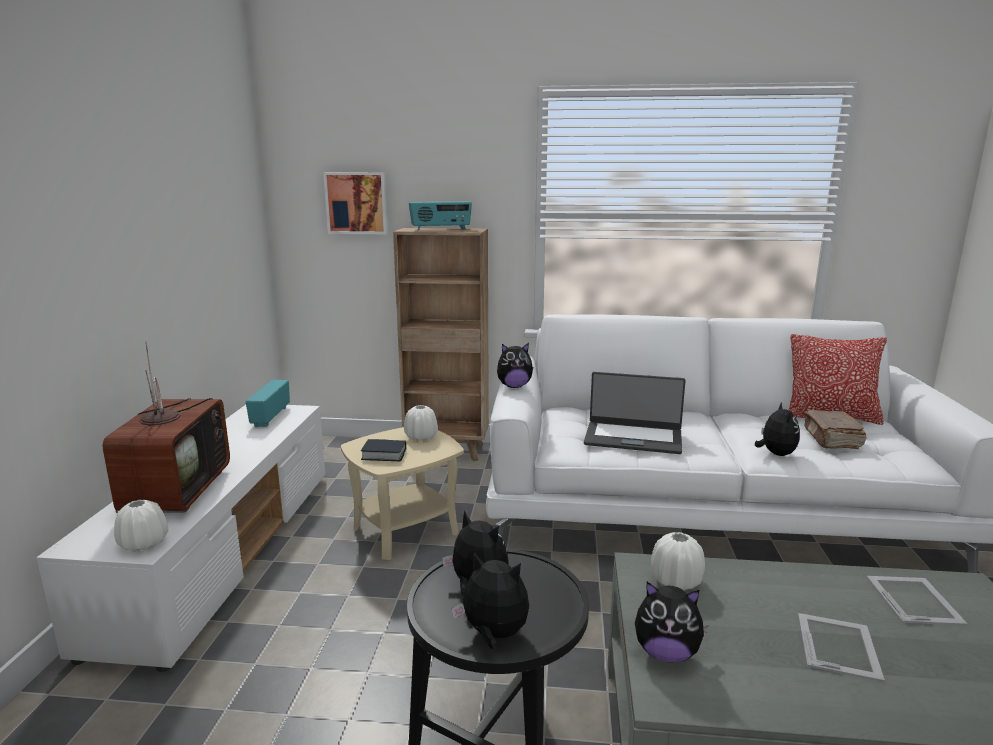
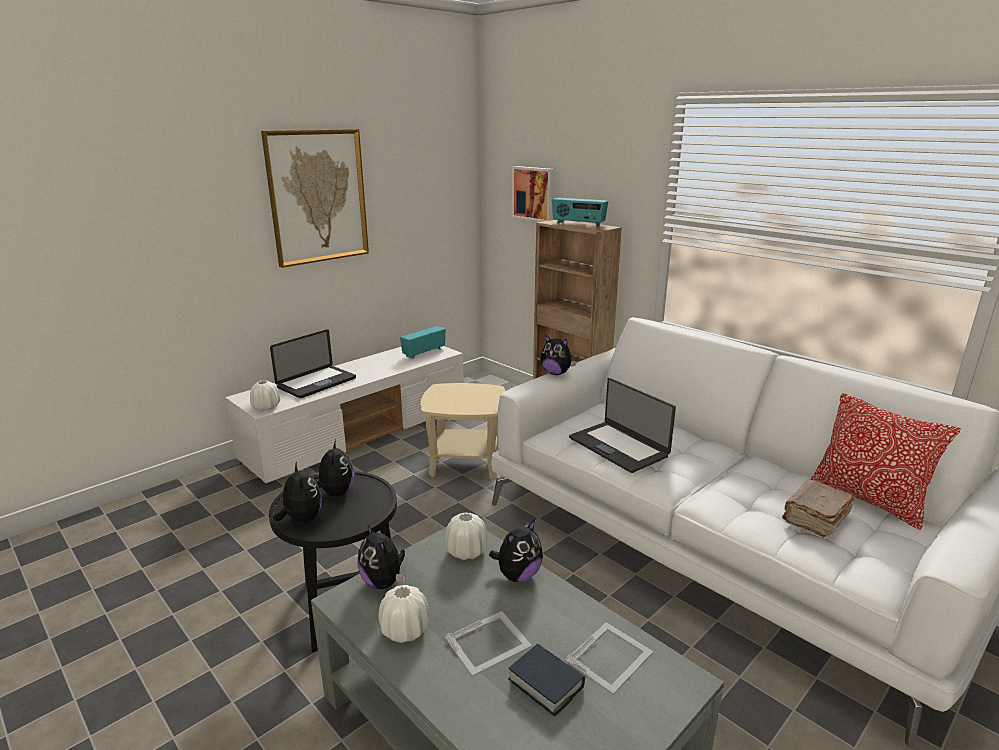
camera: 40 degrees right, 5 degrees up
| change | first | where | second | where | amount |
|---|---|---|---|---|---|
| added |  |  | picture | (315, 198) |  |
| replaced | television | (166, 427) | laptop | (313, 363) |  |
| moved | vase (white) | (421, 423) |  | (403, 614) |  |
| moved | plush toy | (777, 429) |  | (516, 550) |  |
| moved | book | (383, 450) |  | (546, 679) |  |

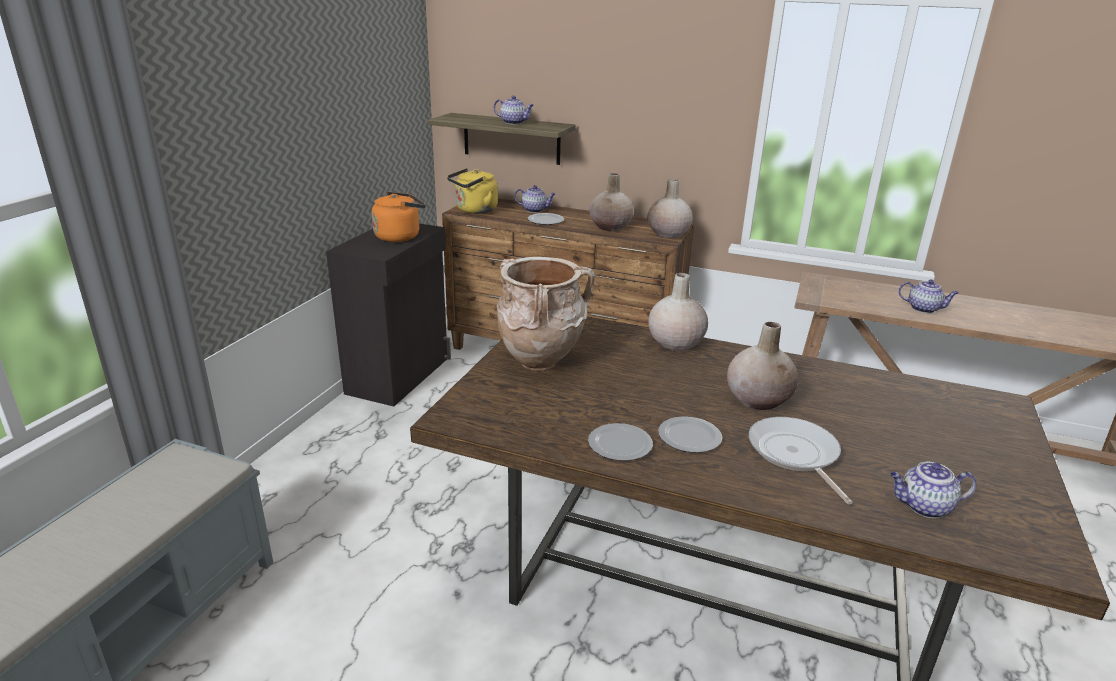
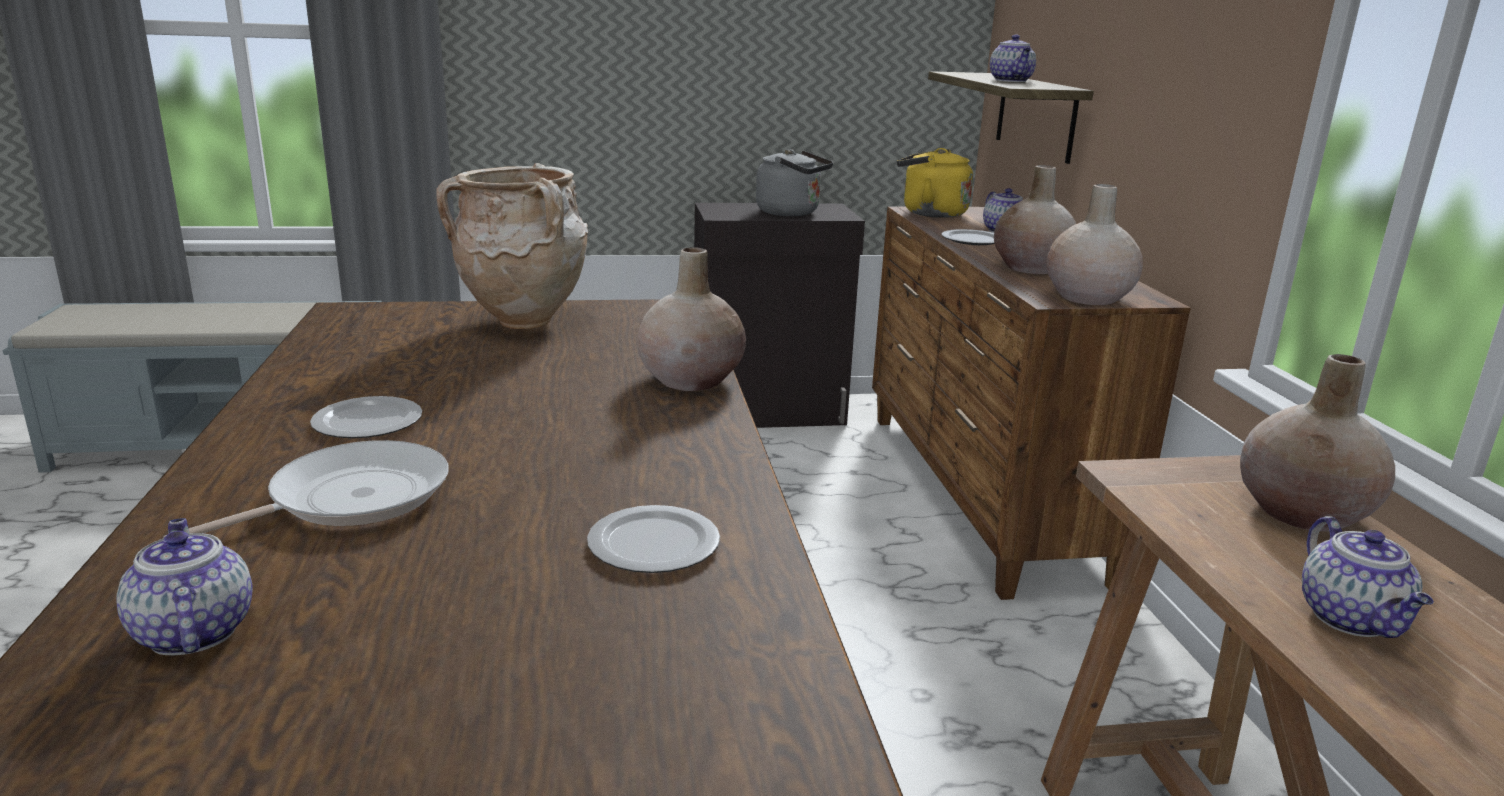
camera: 60 degrees right, 5 degrees down
| change | first | where | second | where | amount |
|---|---|---|---|---|---|
| moved | plate | (620, 442) |  | (653, 539) |  |
| recoloured | kettle (orange) | (399, 217) | kettle (grey) | (794, 182) |  |
| moved | vase (beige) | (762, 366) |  | (1317, 443) |  |

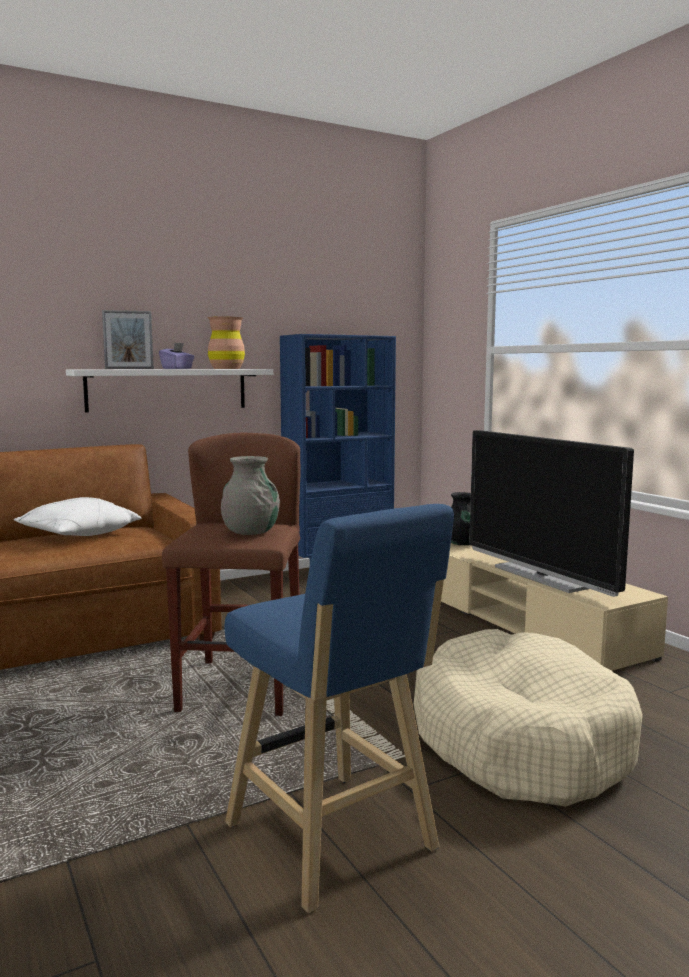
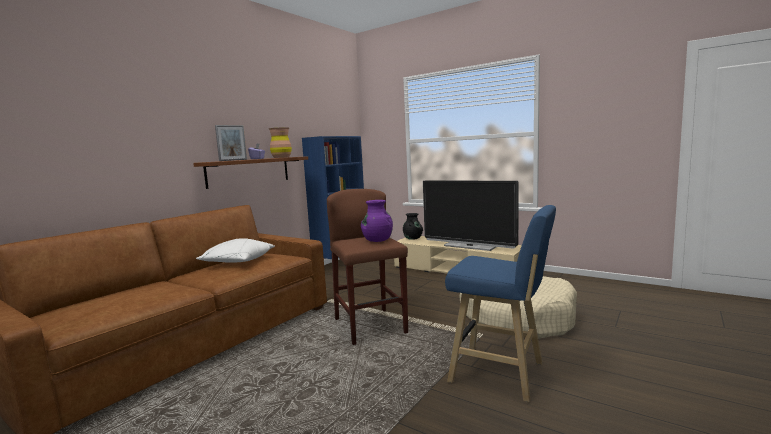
camera: 25 degrees left, 0 degrees up
| change | first | where | second | where | amount |
|---|---|---|---|---|---|
| recoloured | shelf (white) | (169, 390) | shelf (brown) | (250, 172) |  |
| recoloured | vase (grey) | (250, 495) | vase (purple) | (377, 221) |  |

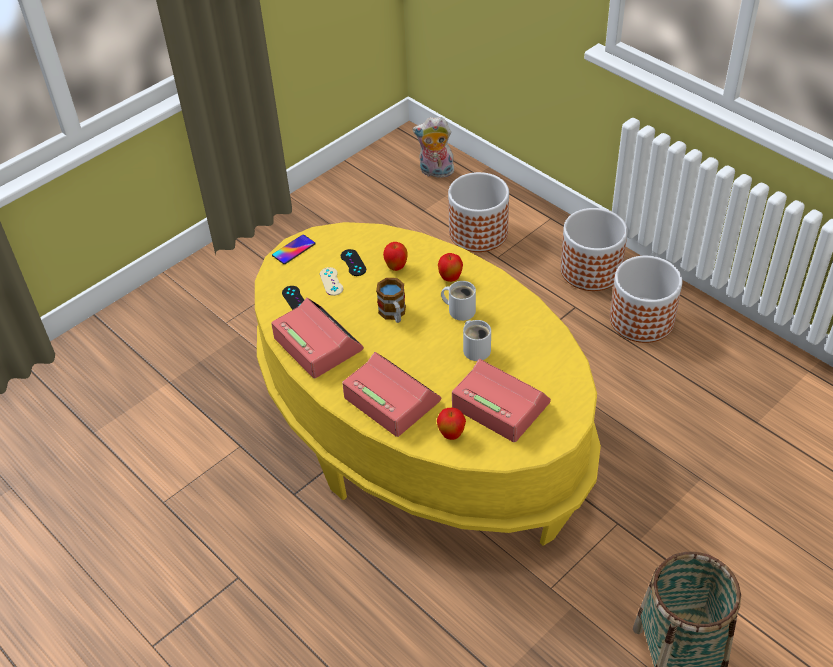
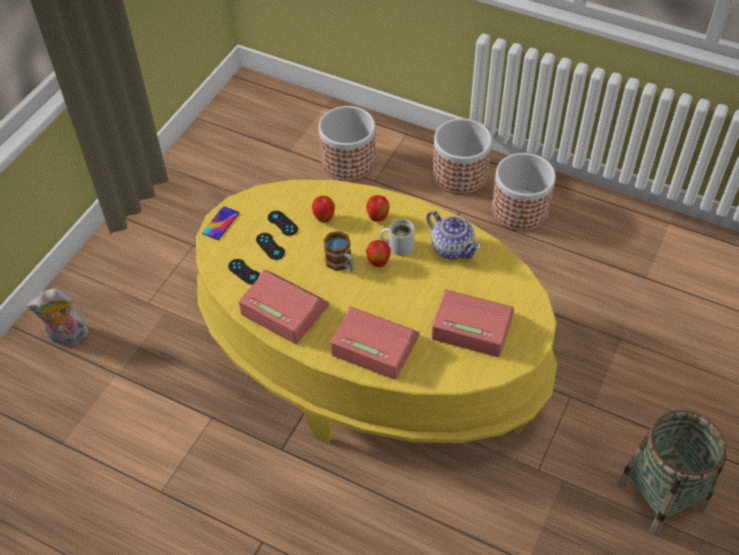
camera: 20 degrees left, 5 degrees up
| change | first | where | second | where | amount |
|---|---|---|---|---|---|
| moved | plush toy | (433, 148) |  | (57, 316) |  |
| recoloured | game controller (beige) | (331, 281) | game controller (black) | (270, 246) |  |
| moved | apple | (451, 424) |  | (378, 253) |  |
| added |  |  | teapot | (454, 235) |  |
| removed | mug (white) | (477, 340) |  |  |  |

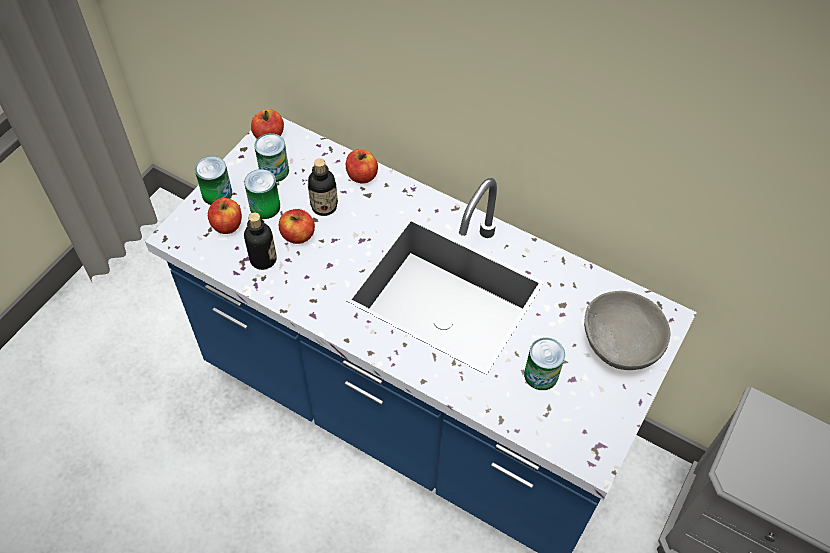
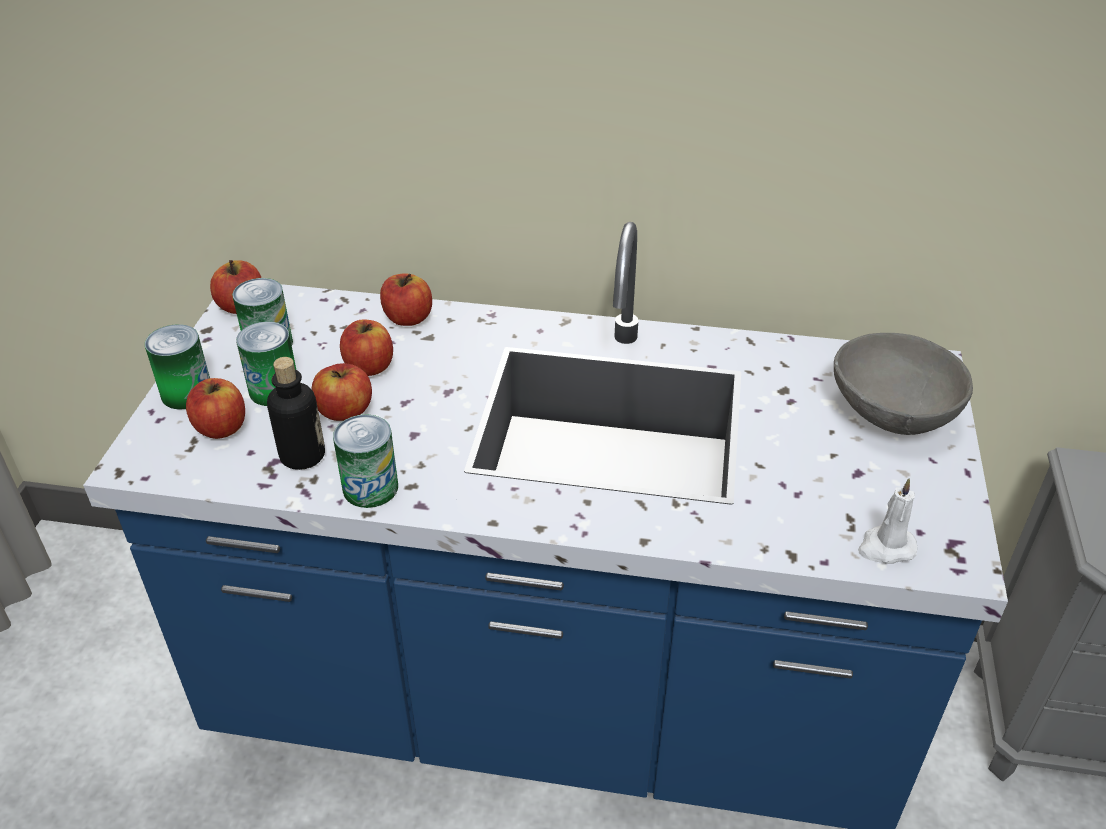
camera: 20 degrees left, 15 degrees down
| change | first | where | second | where | amount |
|---|---|---|---|---|---|
| moved | can | (544, 364) |  | (365, 461) |  |
| replaced | bottle | (323, 187) | apple | (366, 347) |  |
| added |  |  | candle (white) | (887, 521) |  |

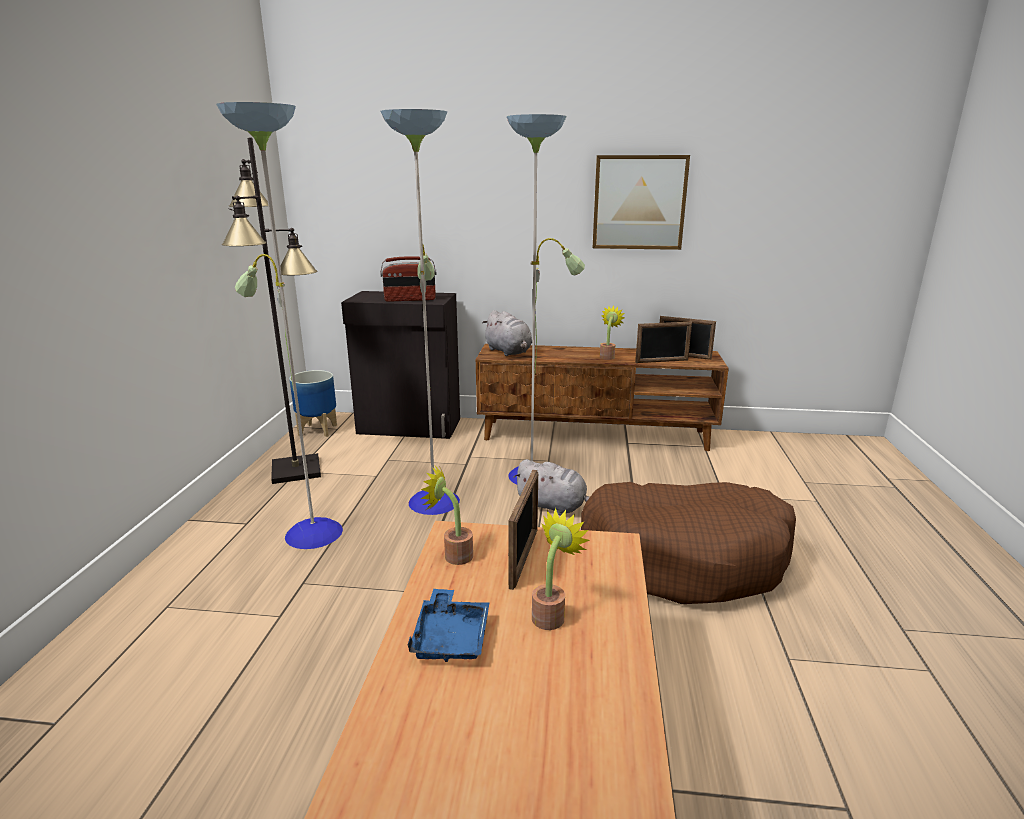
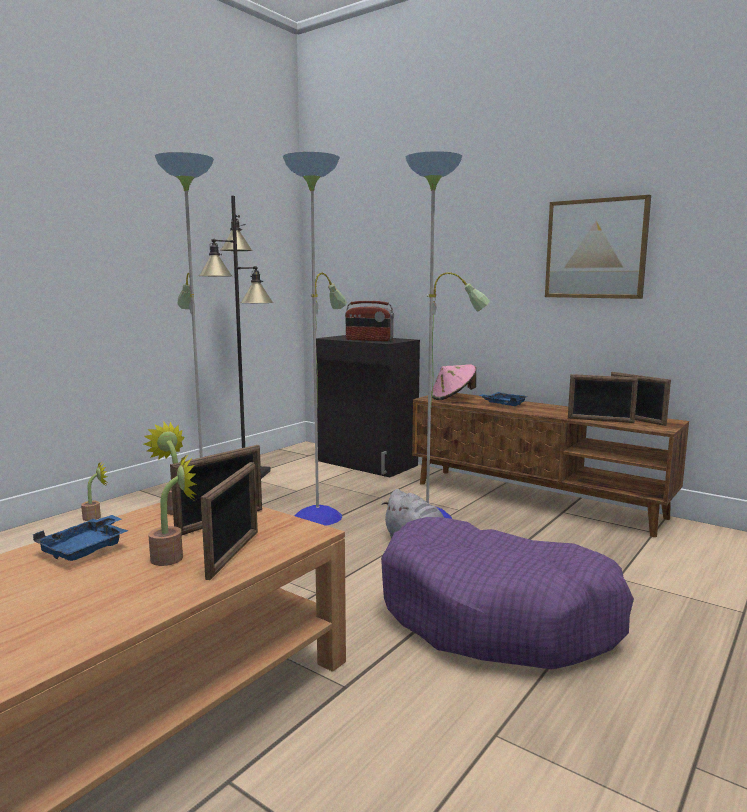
camera: 30 degrees right, 10 degrees down
| change | first | where | second | where | amount |
|---|---|---|---|---|---|
| moved | potted plant | (612, 333) |  | (94, 491) |  |
| added |  |  | picture frame | (229, 521) |  |
| recoloured | dog bed (brown) | (688, 543) | dog bed (purple) | (507, 593) |  |
| replaced | plush toy (grey) | (507, 333) | hat (pink) | (453, 382) |  |
| added |  |  | tray (blue) | (503, 399) |  |
| removed | planter | (313, 403) |  |  |  |

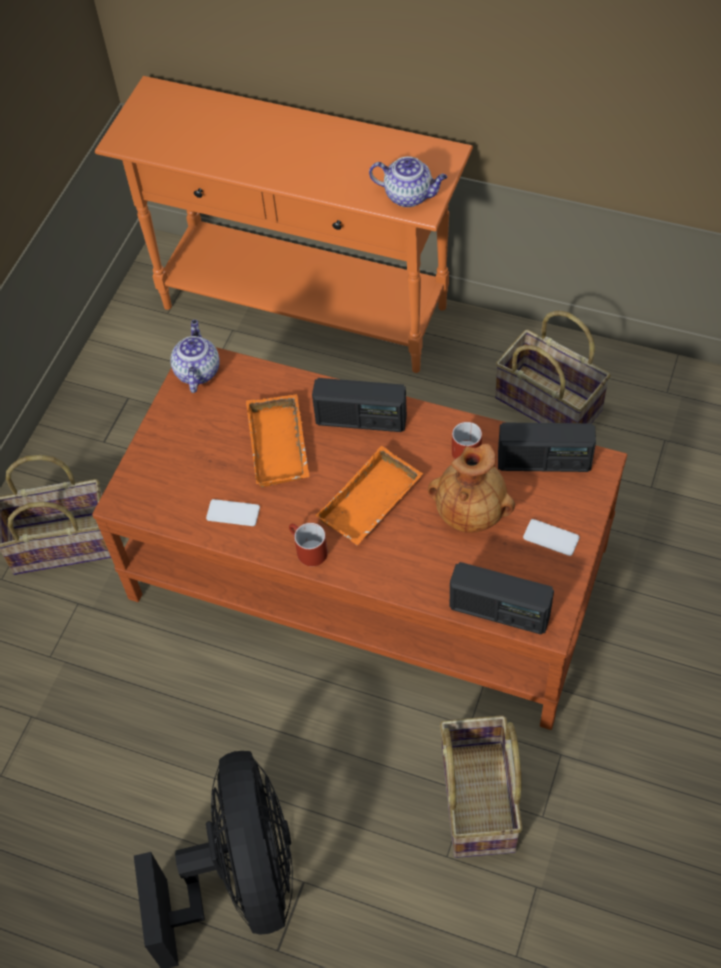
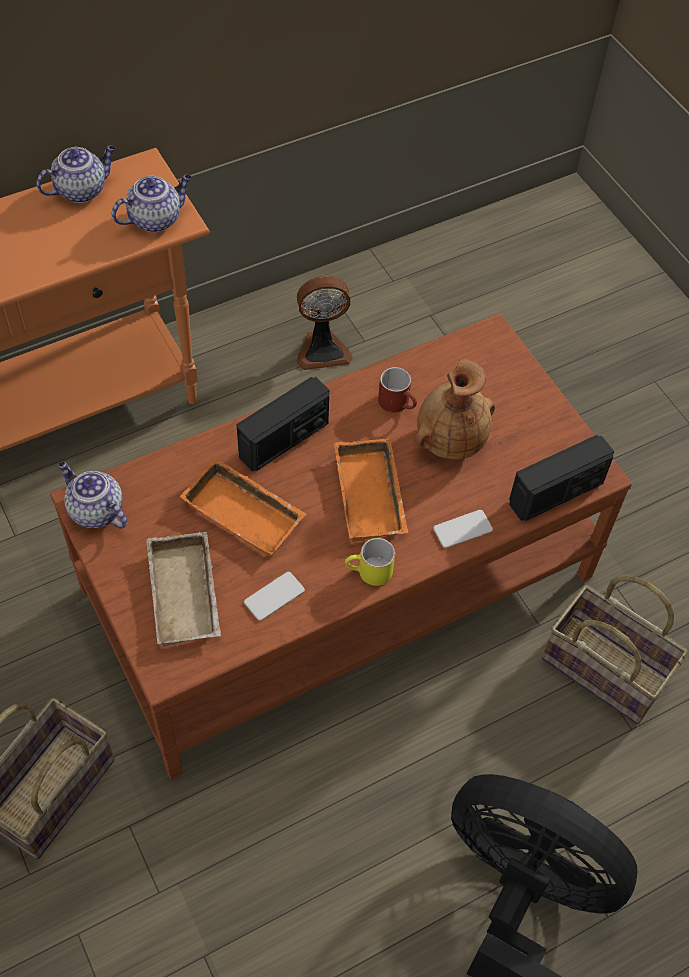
camera: 55 degrees left, 0 degrees up
| change | first | where | second | where | amount |
|---|---|---|---|---|---|
| added |  |  | teapot | (76, 174) |  |
| added |  |  | tray (beige) | (183, 589) |  |
| replaced | basket | (553, 367) | fan | (325, 323) |  |
| recoloured | mug (red) | (308, 544) | mug (yellow) | (370, 562) |  |
| moved | phone | (551, 537) |  | (463, 529) |  |
| removed | radio | (547, 447) |  |  |  |

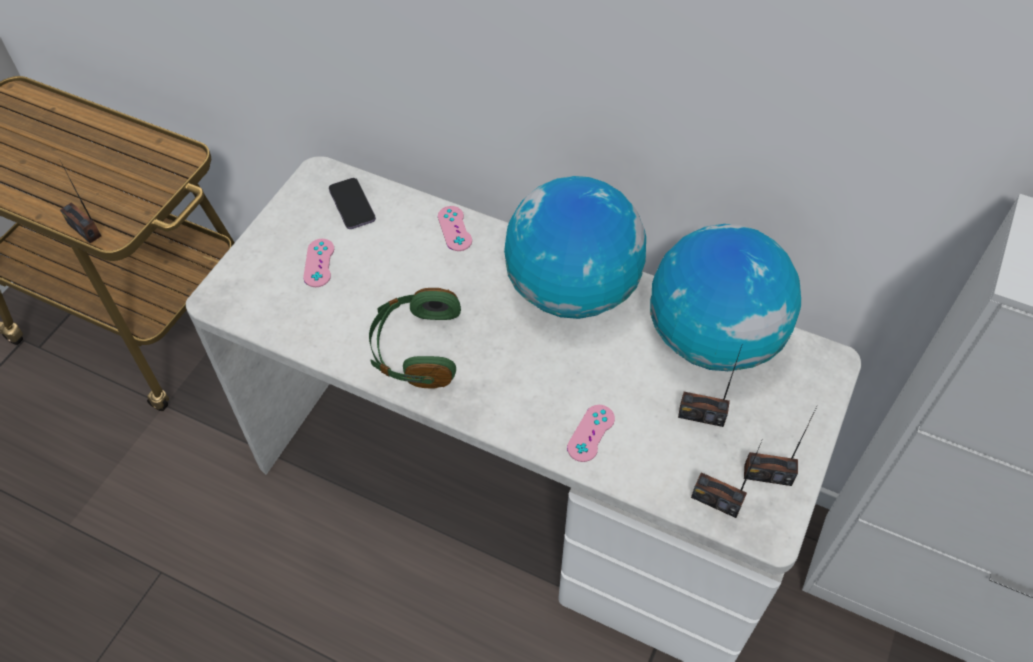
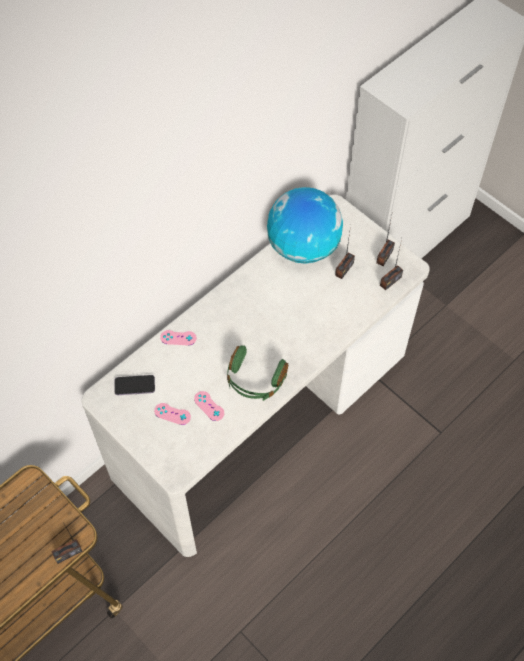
camera: 70 degrees left, 5 degrees up
| change | first | where | second | where | amount |
|---|---|---|---|---|---|
| moved | game controller (pink) | (591, 433) |  | (209, 406) |  |
| removed | globe | (575, 247) |  |  |  |

